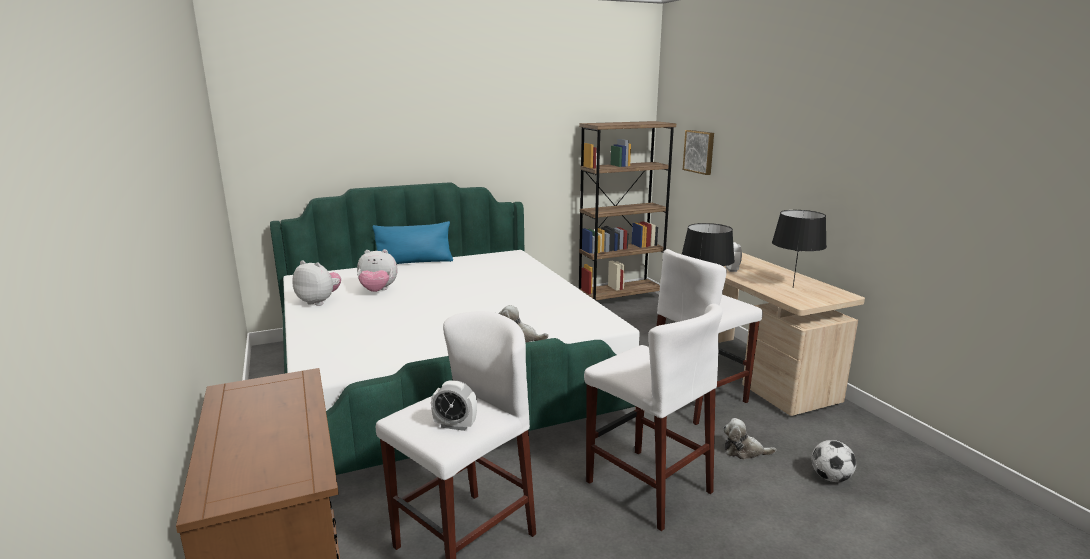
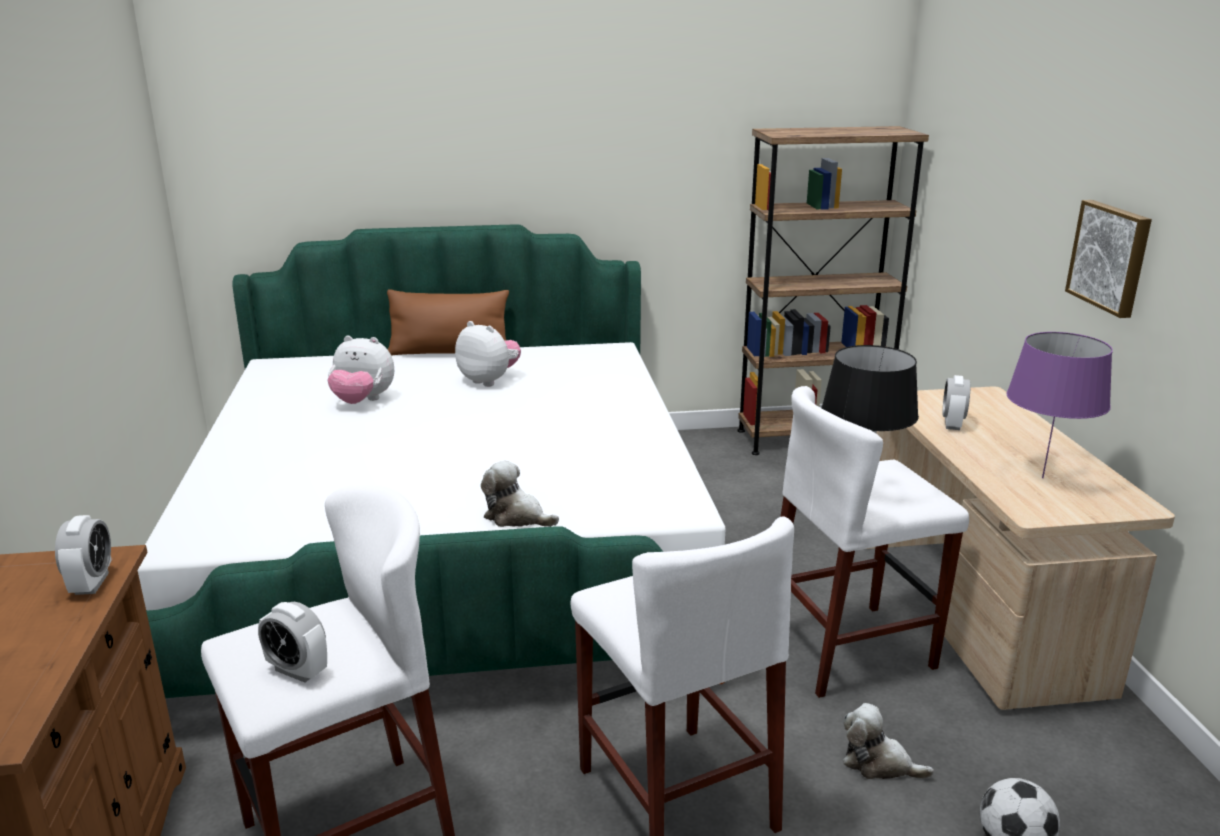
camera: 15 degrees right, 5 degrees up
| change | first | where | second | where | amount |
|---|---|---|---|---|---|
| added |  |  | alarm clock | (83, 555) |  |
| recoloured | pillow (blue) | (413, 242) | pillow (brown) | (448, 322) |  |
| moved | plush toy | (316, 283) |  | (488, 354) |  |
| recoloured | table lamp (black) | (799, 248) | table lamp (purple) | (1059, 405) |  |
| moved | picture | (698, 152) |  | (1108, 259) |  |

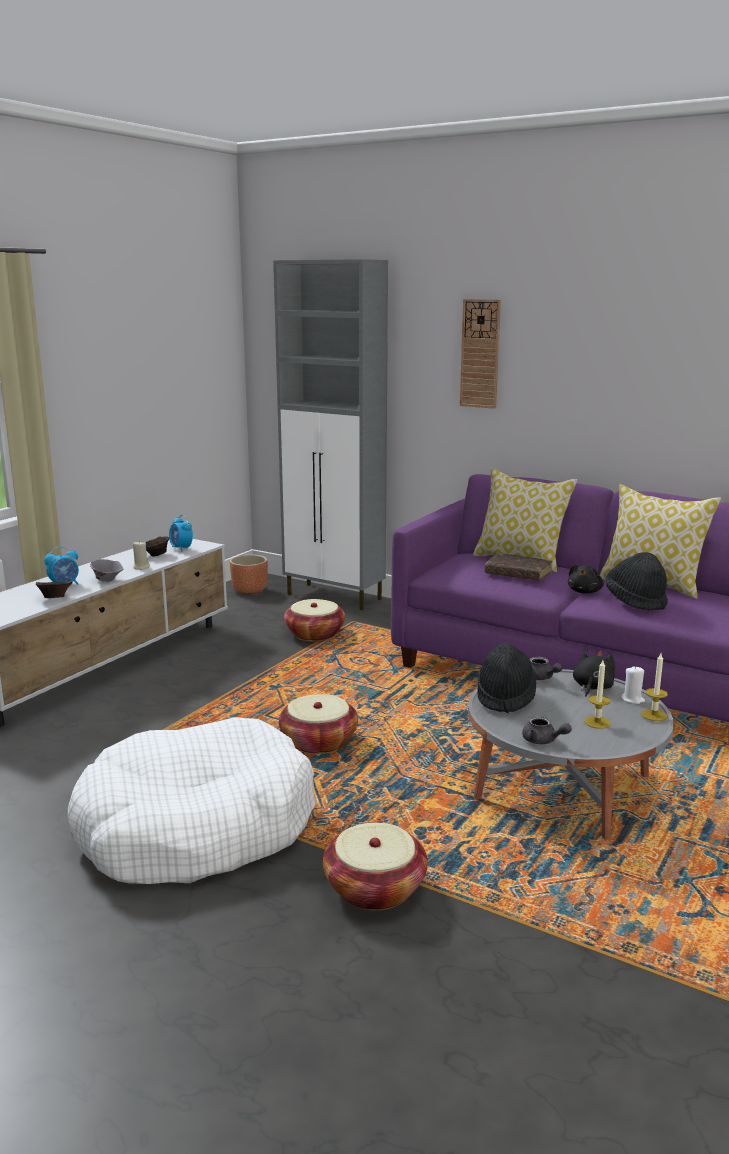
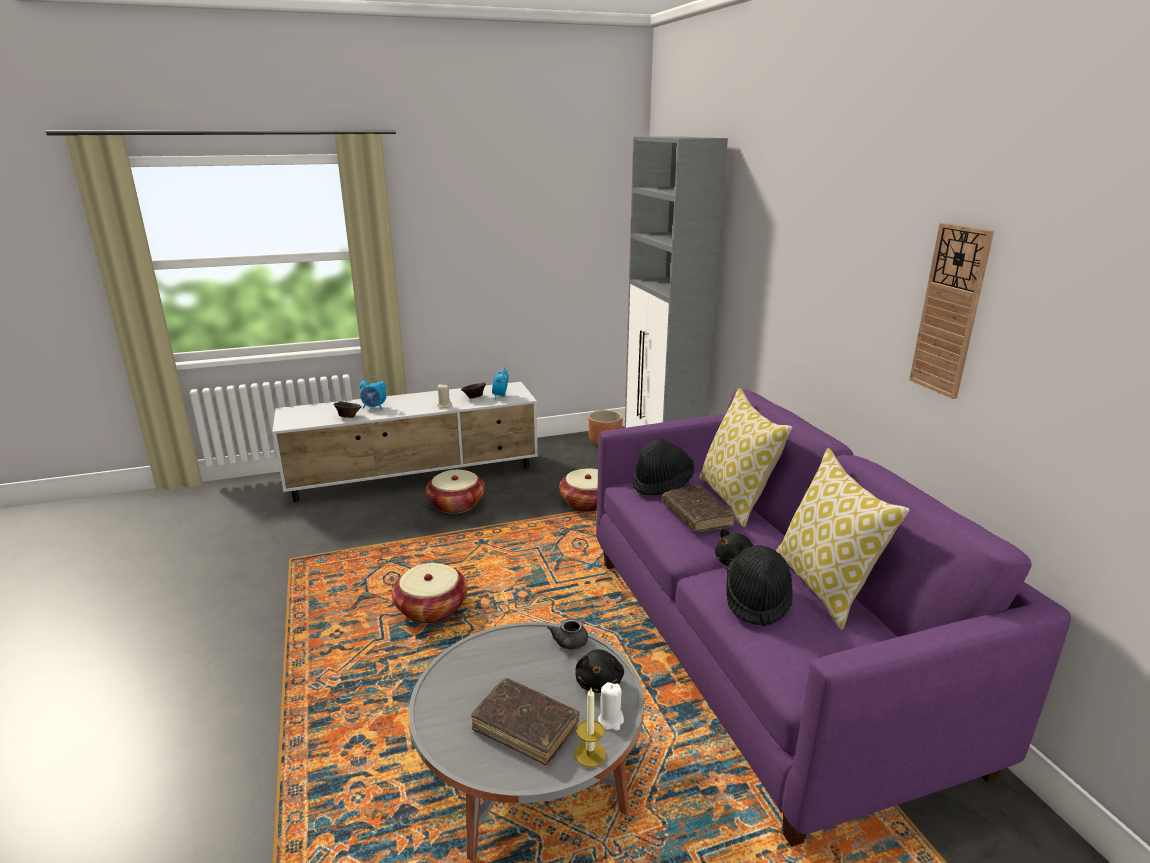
camera: 40 degrees right, 5 degrees up
| change | first | where | second | where | amount |
|---|---|---|---|---|---|
| moved | basket | (375, 867) |  | (455, 492) |  |
| replaced | candle | (597, 694) | book (brown) | (525, 721) |  |
| turned | plush toy (black) | (594, 673) |  | (599, 671) | 120 degrees clockwise |
| moved | hat (black) | (506, 678) |  | (664, 467) |  |
| moved | wall clock | (480, 354) |  | (951, 311) |  |
| removed | dog bed (white) | (191, 800) |  |  |  |
| removed | bowl (grey) | (106, 570) |  |  |  |
| removed | teapot (grey) | (547, 730) |  |  |  |

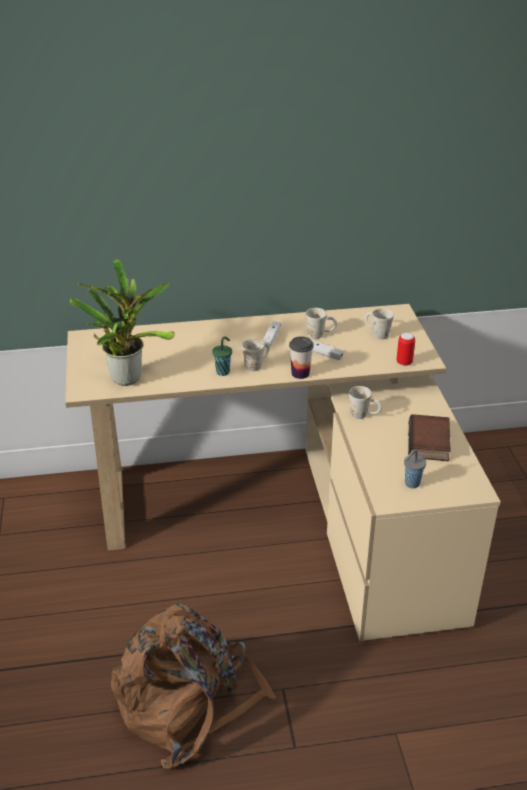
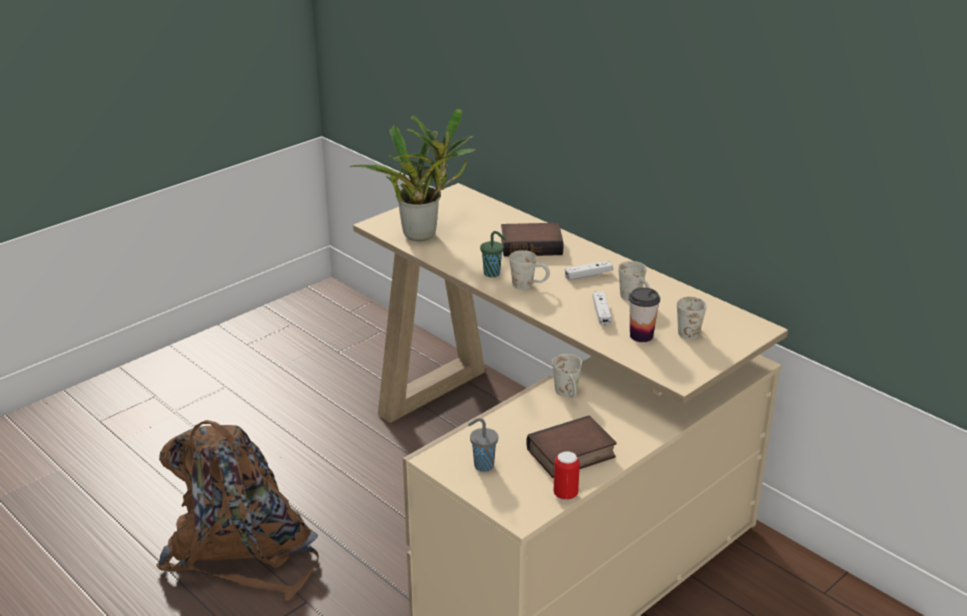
camera: 55 degrees right, 5 degrees down
| change | first | where | second | where | amount |
|---|---|---|---|---|---|
| added |  |  | book | (532, 240) |  |
| moved | can | (405, 349) |  | (567, 475) |  |
| moved | cup | (301, 357) |  | (644, 314) |  |

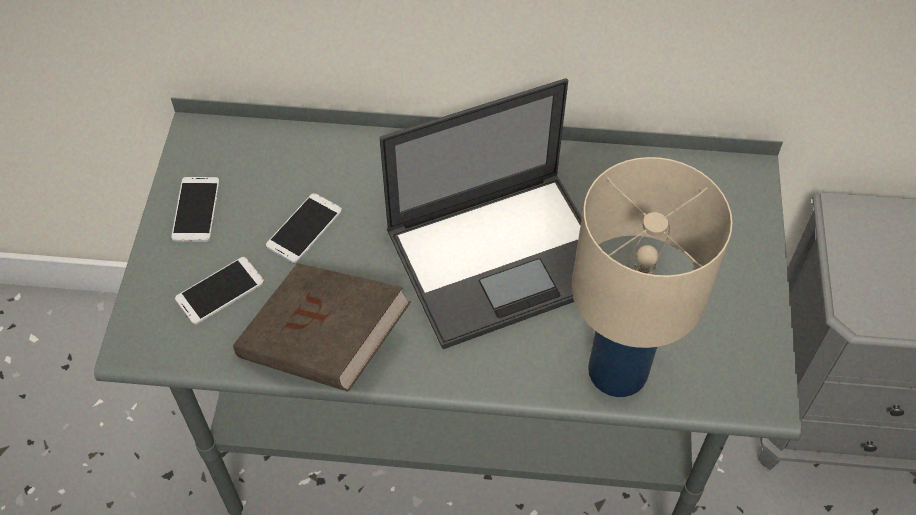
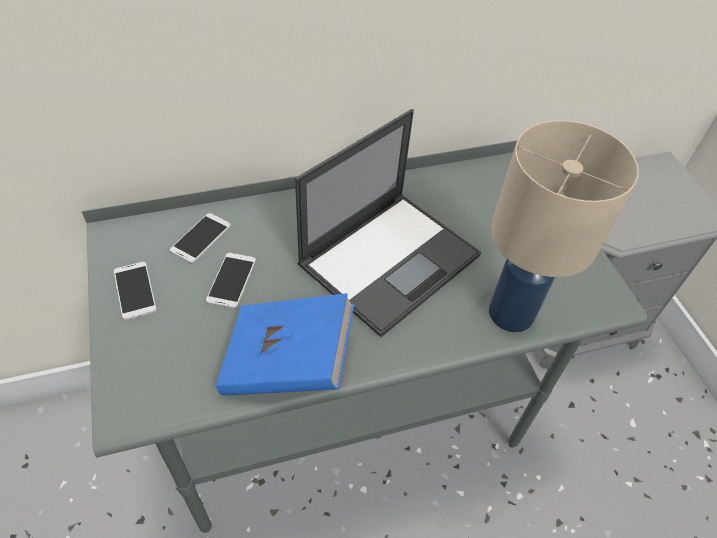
camera: 25 degrees left, 5 degrees down
| change | first | where | second | where | amount |
|---|---|---|---|---|---|
| moved | phone | (219, 291) |  | (200, 238) |  |
| recoloured | book (brown) | (322, 327) | book (blue) | (285, 344) |  |

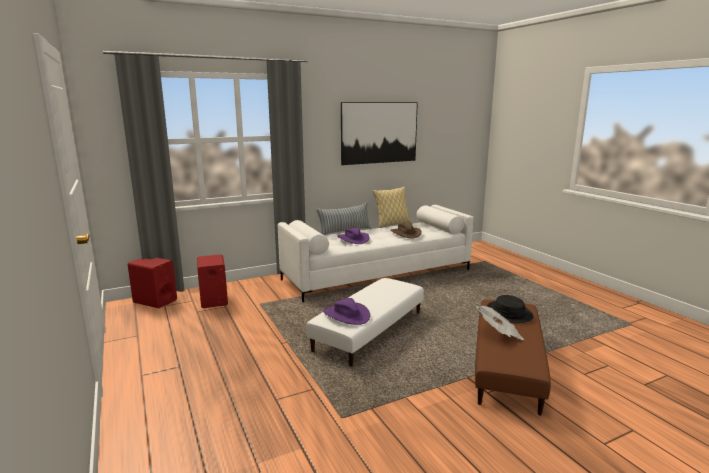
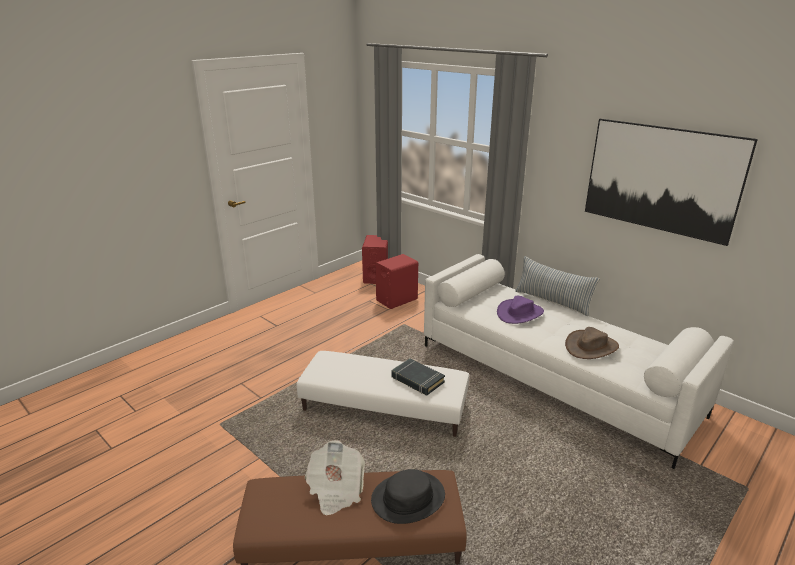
camera: 70 degrees right, 10 degrees up
| change | first | where | second | where | amount |
|---|---|---|---|---|---|
| added |  |  | book (black) | (418, 377) |  |
| removed | hat (purple) | (347, 311) |  |  |  |
| removed | pillow | (392, 207) |  |  |  |

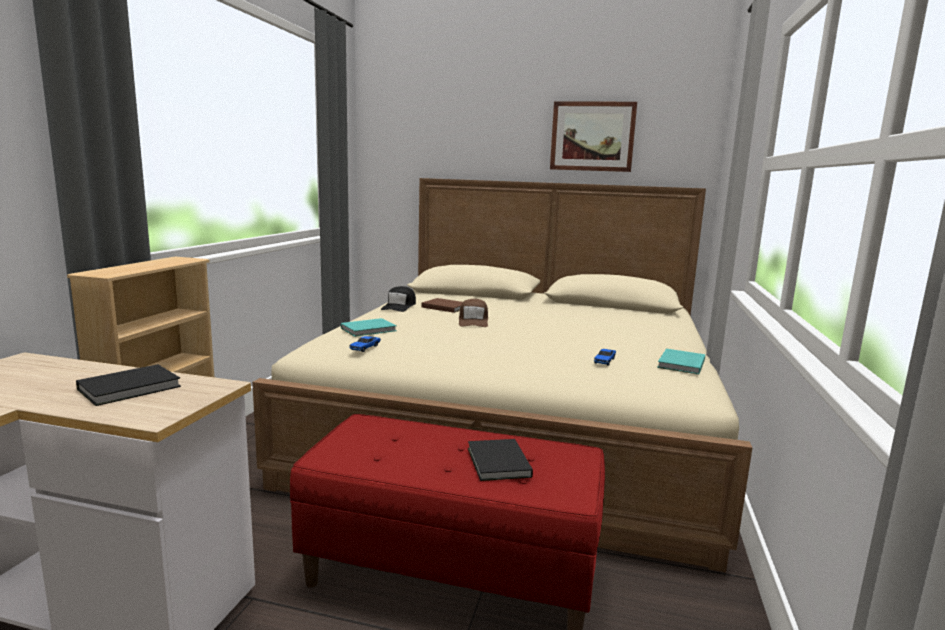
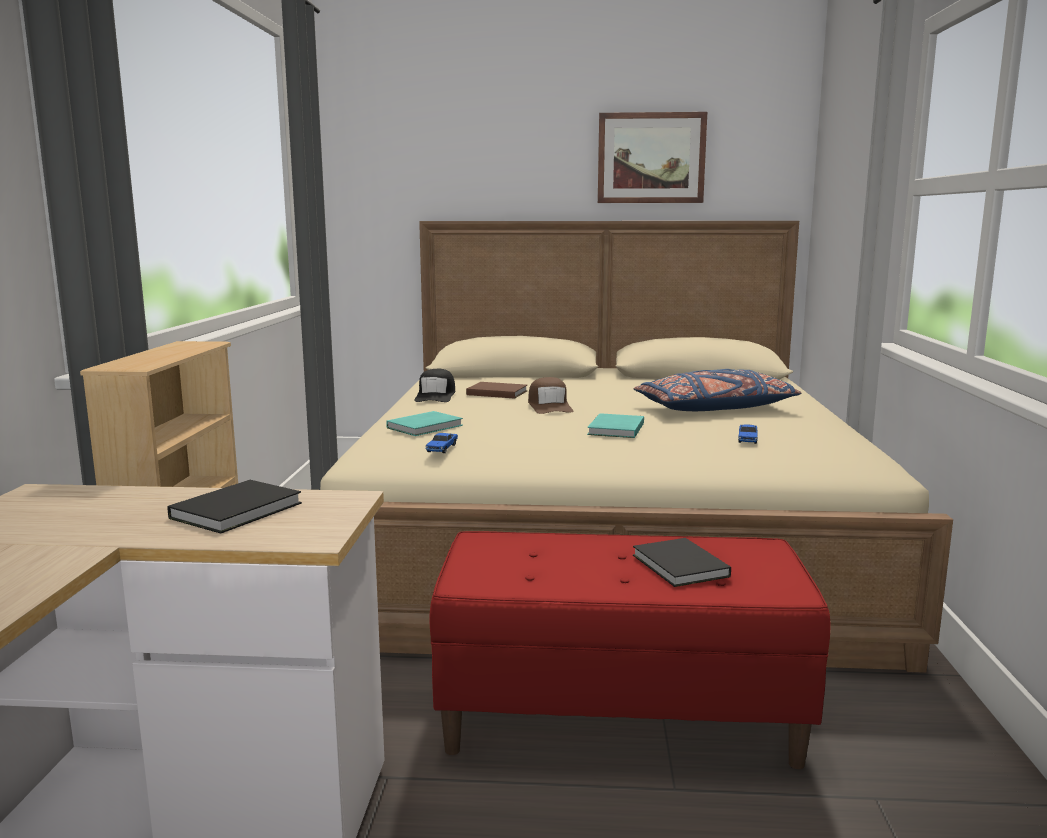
camera: 10 degrees left, 0 degrees up
| change | first | where | second | where | amount |
|---|---|---|---|---|---|
| moved | book (turquoise) | (681, 361) |  | (615, 425) |  |
| added |  |  | pillow (blue) | (717, 390) |  |

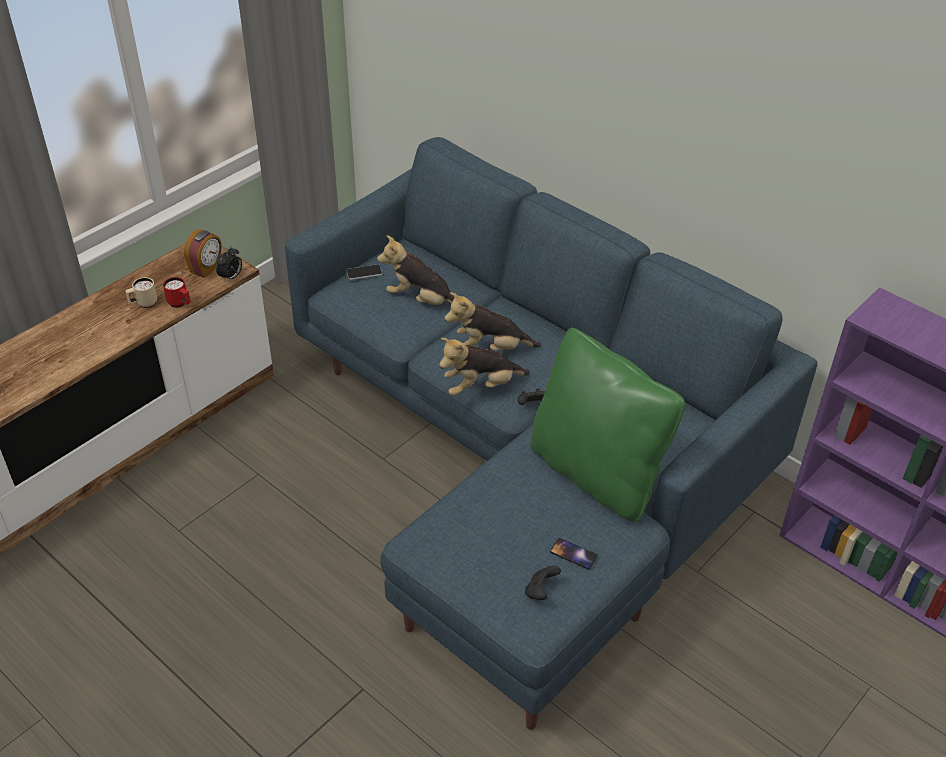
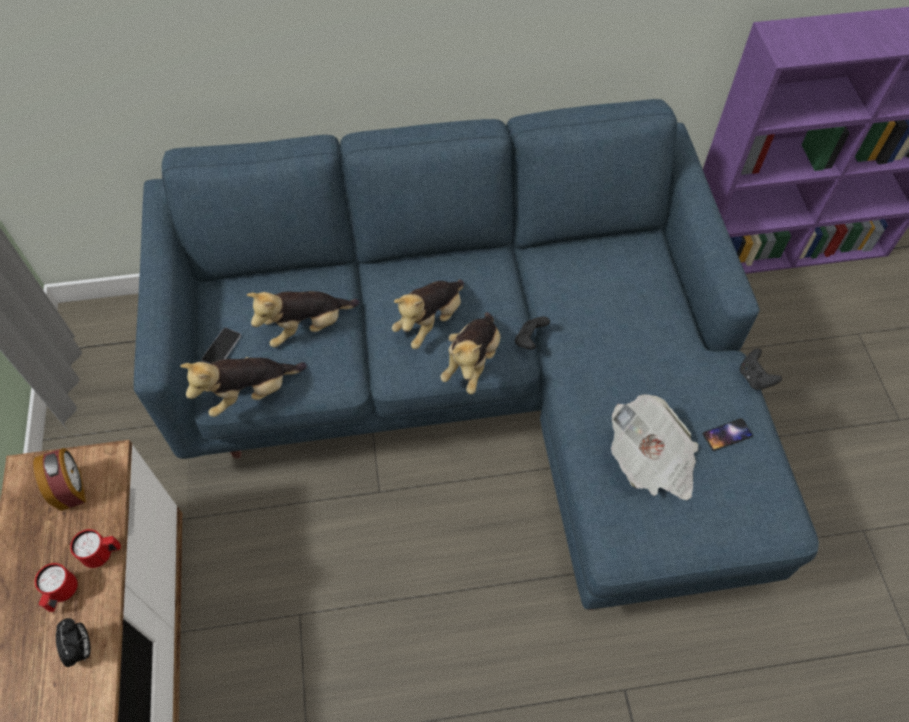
camera: 50 degrees left, 15 degrees up
| change | first | where | second | where | amount |
|---|---|---|---|---|---|
| recoloured | mug (beige) | (141, 292) | mug (red) | (56, 587) |  |
| moved | alarm clock | (229, 265) |  | (73, 642) |  |
| added |  |  | plush toy | (243, 387) |  |
| added |  |  | newspaper | (654, 447) |  |
| moved | game controller (black) | (543, 583) |  | (761, 369) |  |
| removed | pillow (green) | (607, 425) |  |  |  |

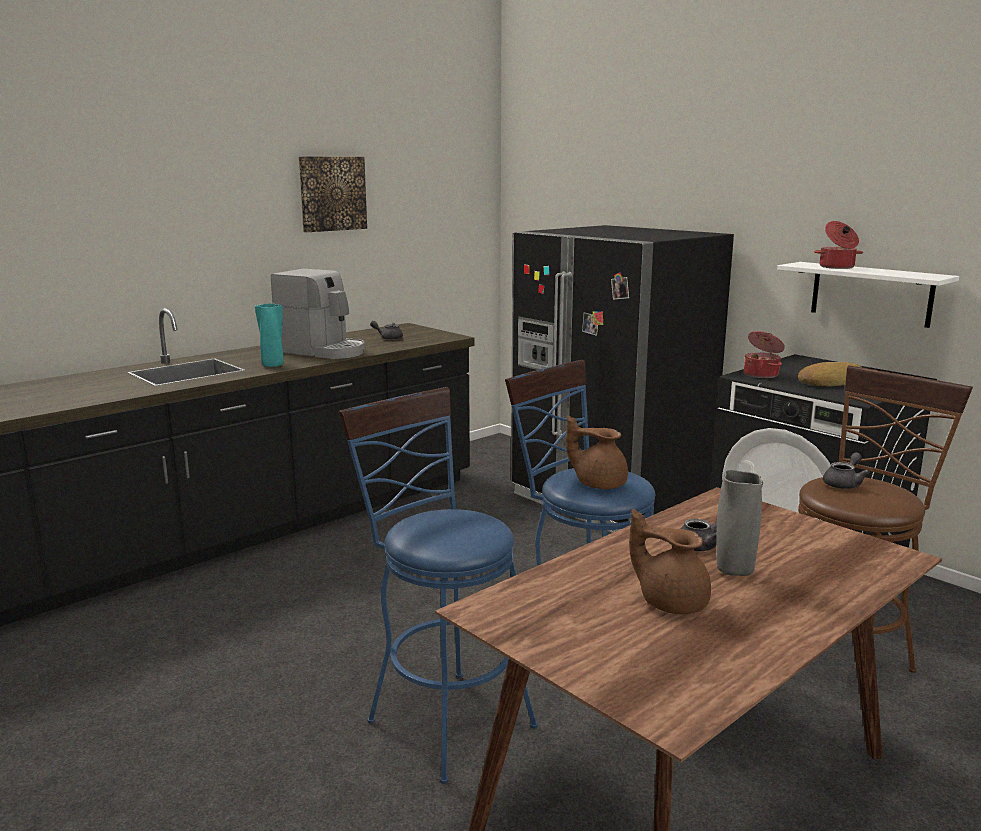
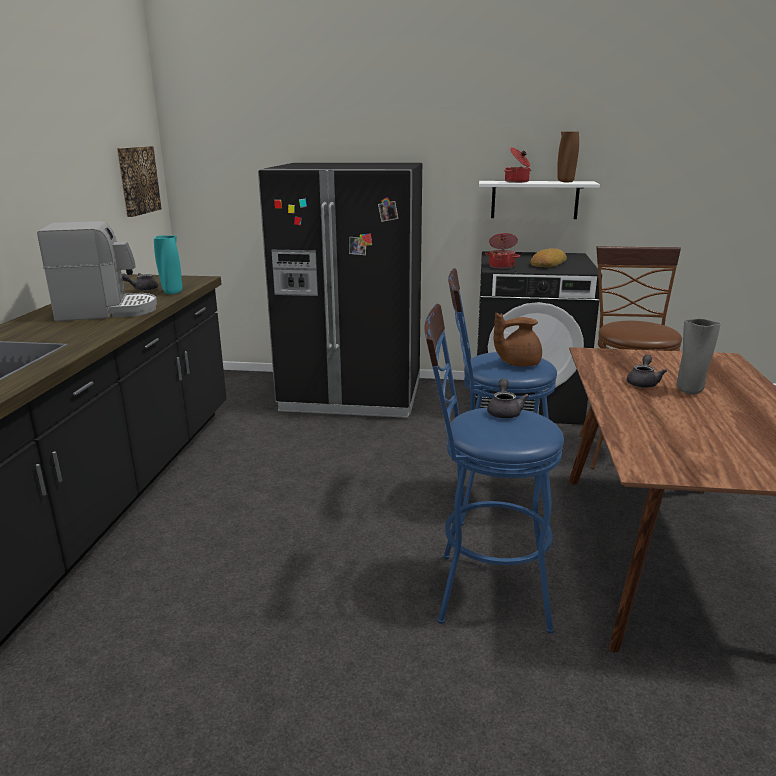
camera: 40 degrees left, 5 degrees up
| change | first | where | second | where | amount |
|---|---|---|---|---|---|
| moved | picture | (333, 194) |  | (139, 181) |  |
| moved | vase (turquoise) | (269, 335) |  | (168, 264) |  |
| moved | teapot (grey) | (846, 470) |  | (508, 399) |  |
| added |  |  | vase (brown) | (568, 156) |  |
| removed | teapot (brown) | (670, 561) |  |  |  |

